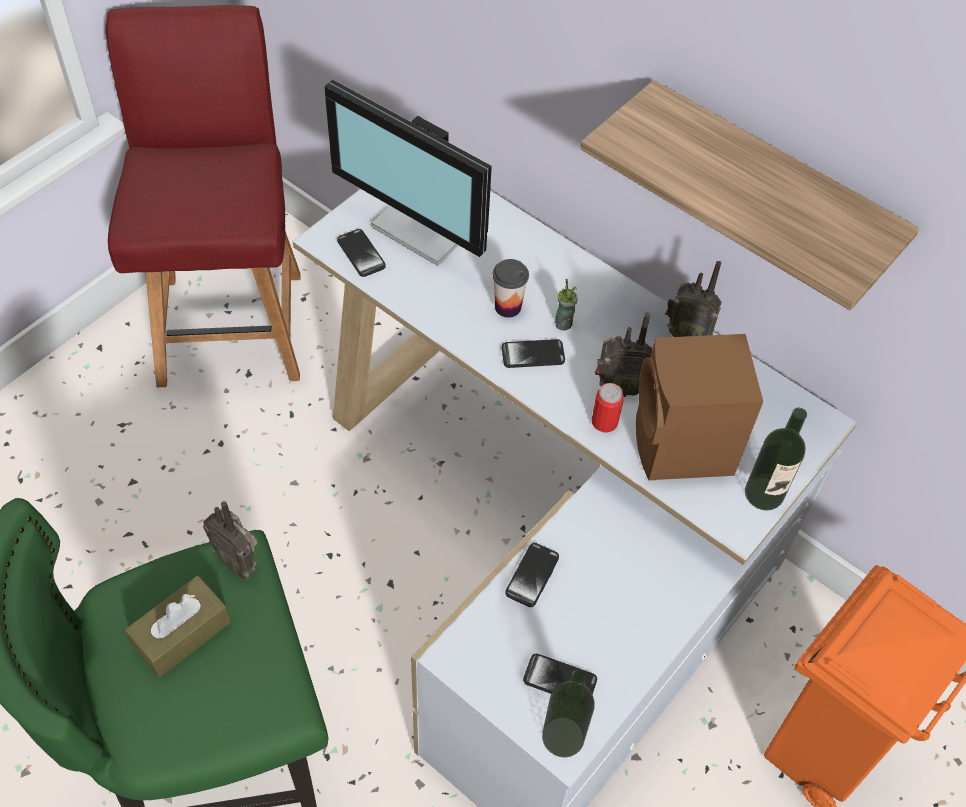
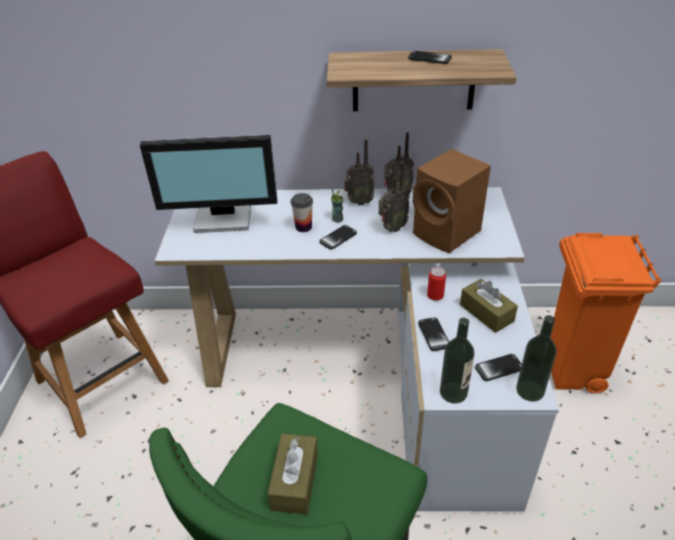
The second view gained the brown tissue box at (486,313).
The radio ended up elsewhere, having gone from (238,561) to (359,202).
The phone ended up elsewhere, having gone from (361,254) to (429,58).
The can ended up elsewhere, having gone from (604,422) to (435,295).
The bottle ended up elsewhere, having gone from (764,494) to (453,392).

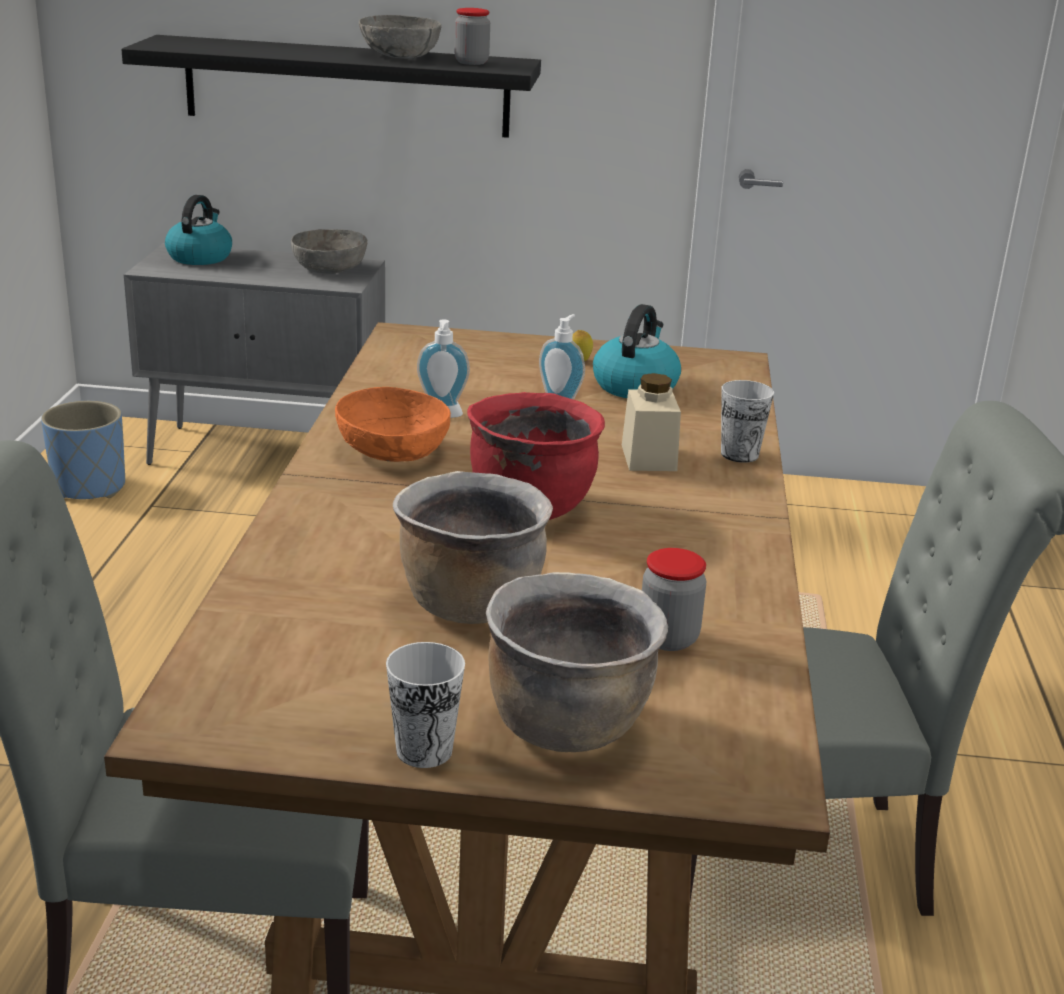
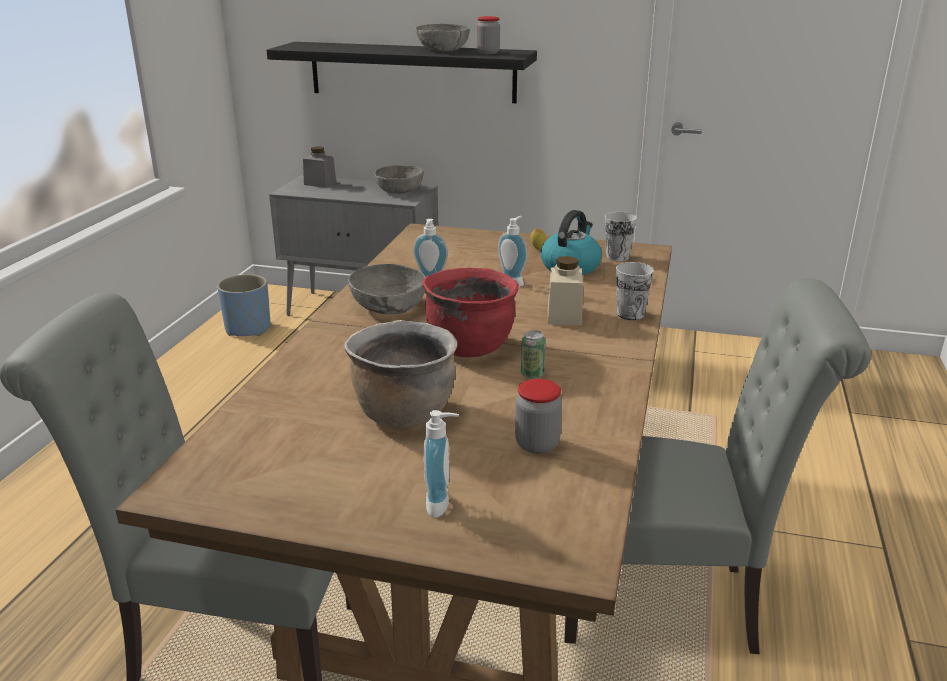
The second view gained the can at (532,374).
The cup ended up elsewhere, having gone from (424,750) to (617,257).
Where the kettle stood at (200,257), the grey jar came to stand at (320,183).
Where the brown cooking pot stood at (568,724), the soap dispenser came to stand at (442,504).
What was the orange bowl at (393,451) turned into the grey bowl at (388,307).

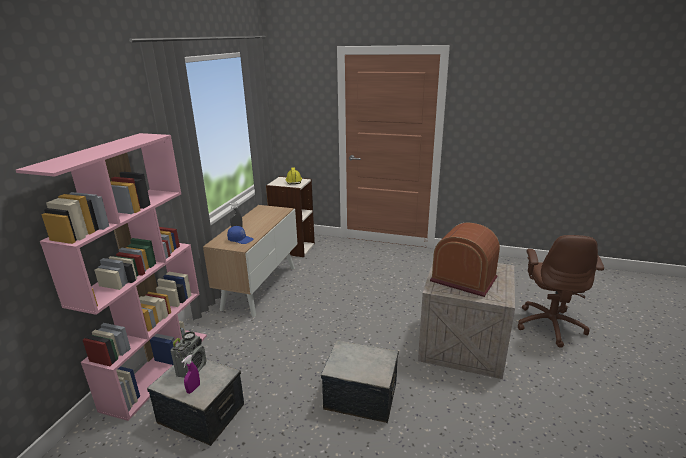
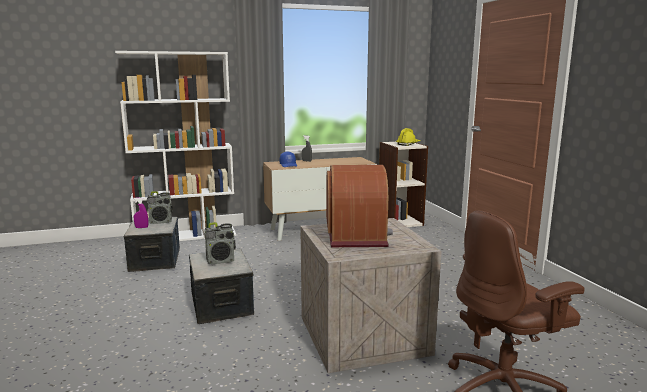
The second view gained the radio at (221,261).
What was the pink bookcase at (158,369) turned into the white bookcase at (187,235).

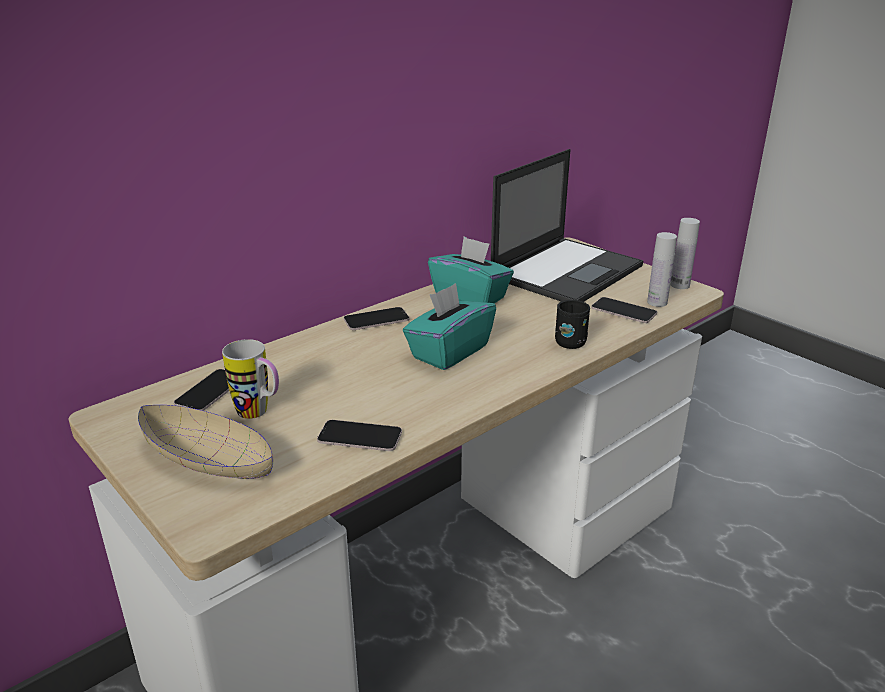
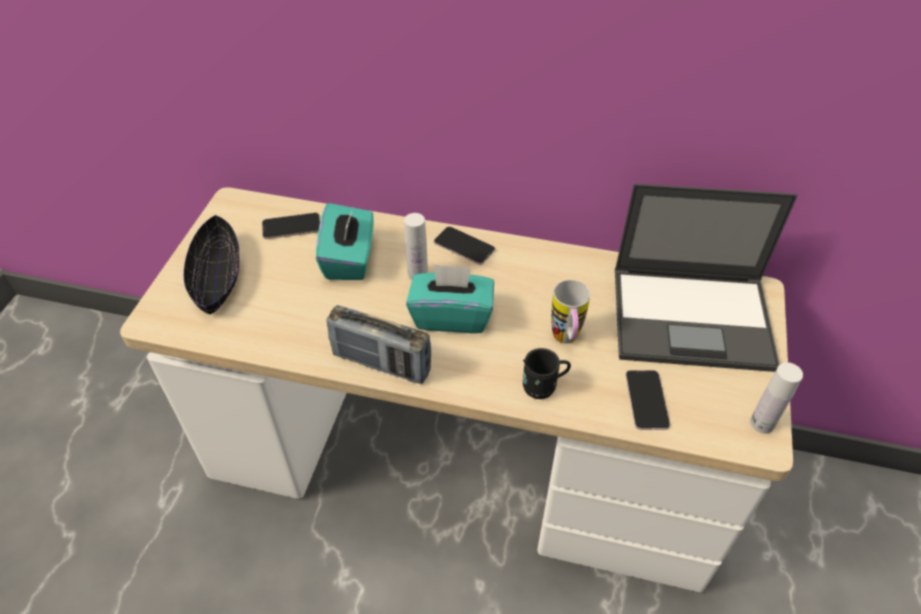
The second view lost the phone at (360,437).
The second view gained the radio at (381,363).
The mug ended up elsewhere, having gone from (259,414) to (566,340).
The turquoise tissue box ended up elsewhere, having gone from (470,296) to (349,259).
The white bottle ended up elsewhere, having gone from (657,302) to (417,274).
What was the beige bowl at (209,459) turned into the black bowl at (216,276).

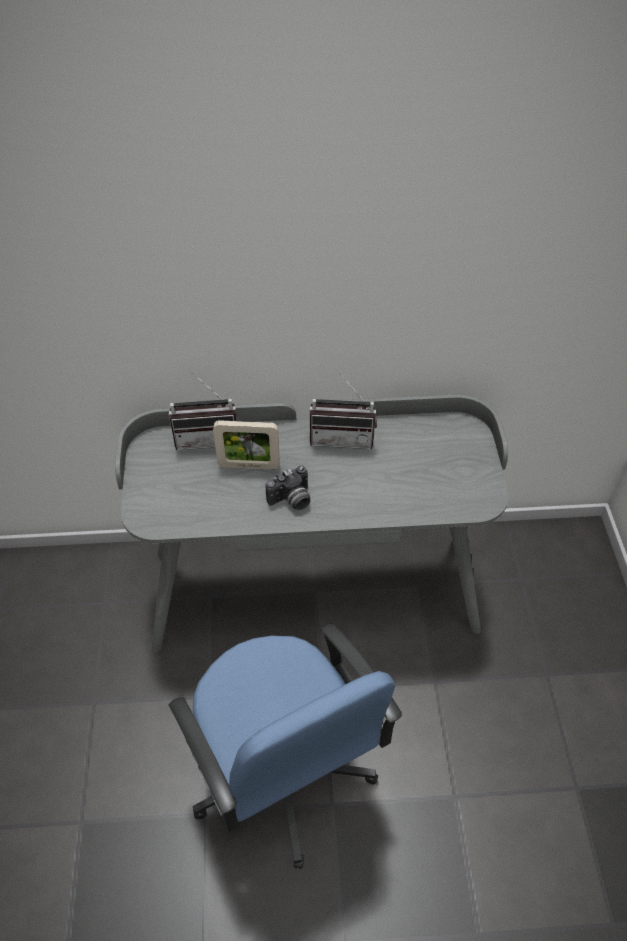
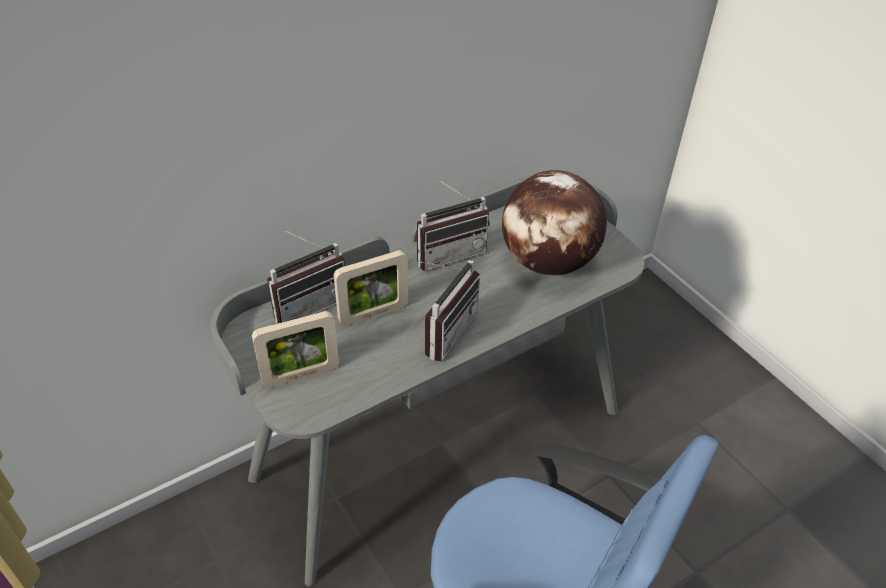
The second view gained the picture frame at (301,375).
The second view gained the globe at (548,262).
Where the photo camera stood at (291,500), the radio came to stand at (443,330).

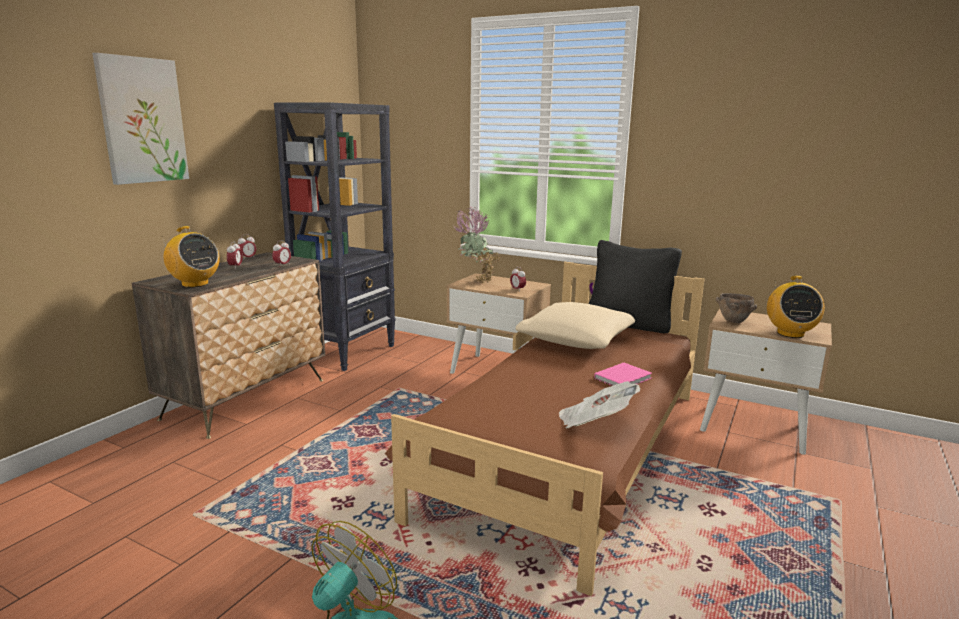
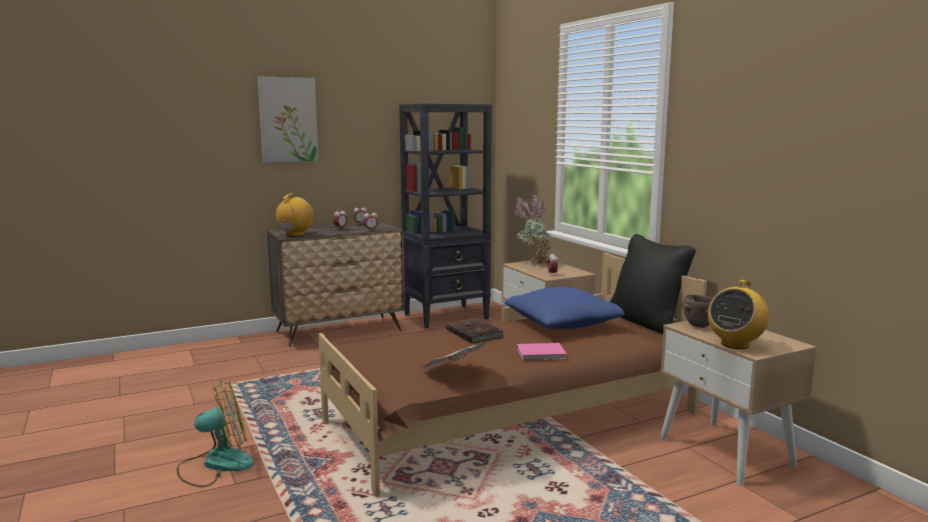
The second view gained the brown book at (474,333).
What was the beige pillow at (576,340) turned into the blue pillow at (562,324).
The radio at (195,284) ended up facing another way, 135 degrees counterclockwise from before.

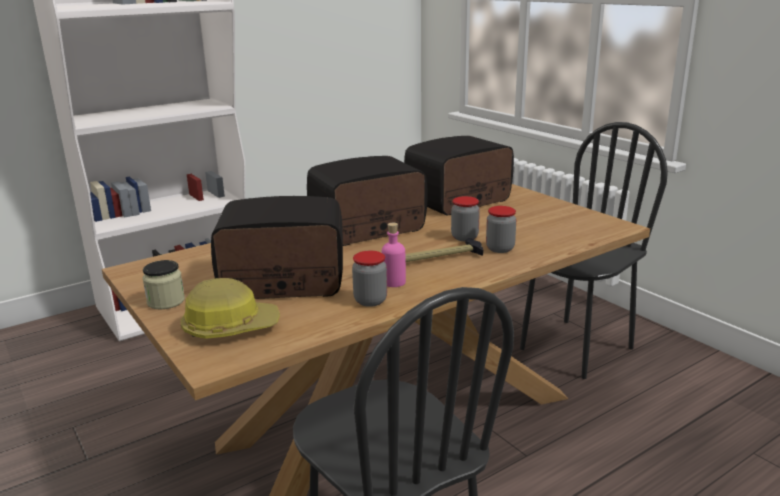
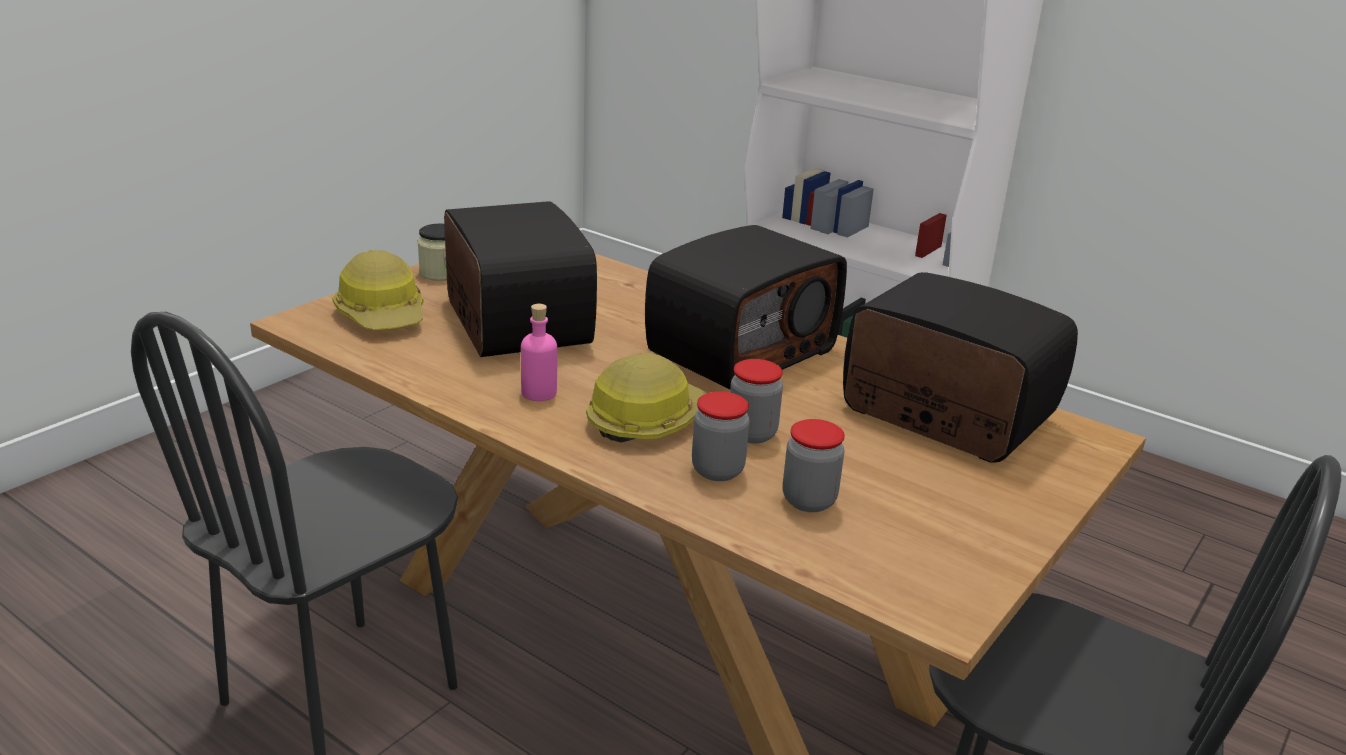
The jar ended up elsewhere, having gone from (370,301) to (809,500).
Where the hammer stood at (441,258), the hard hat came to stand at (647,420).
The radio at (367,228) ended up facing another way, 90 degrees clockwise from before.

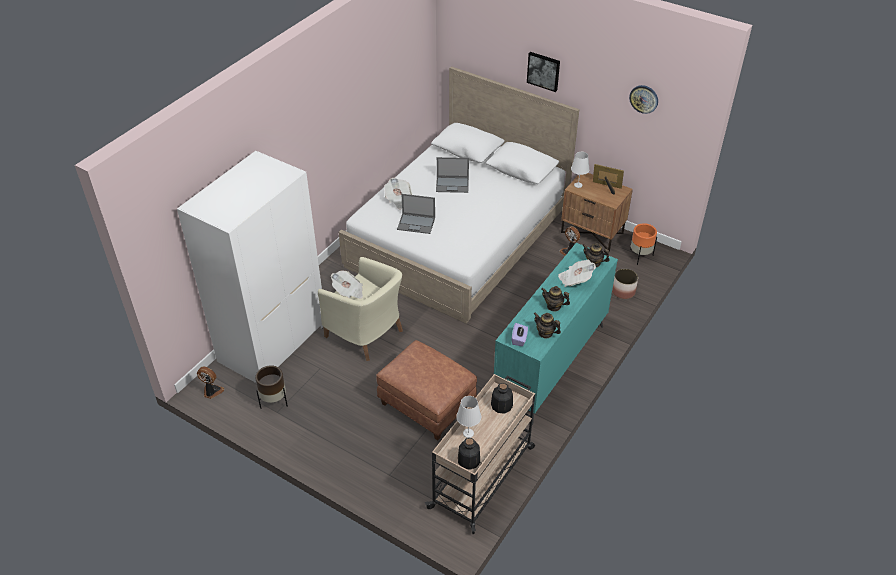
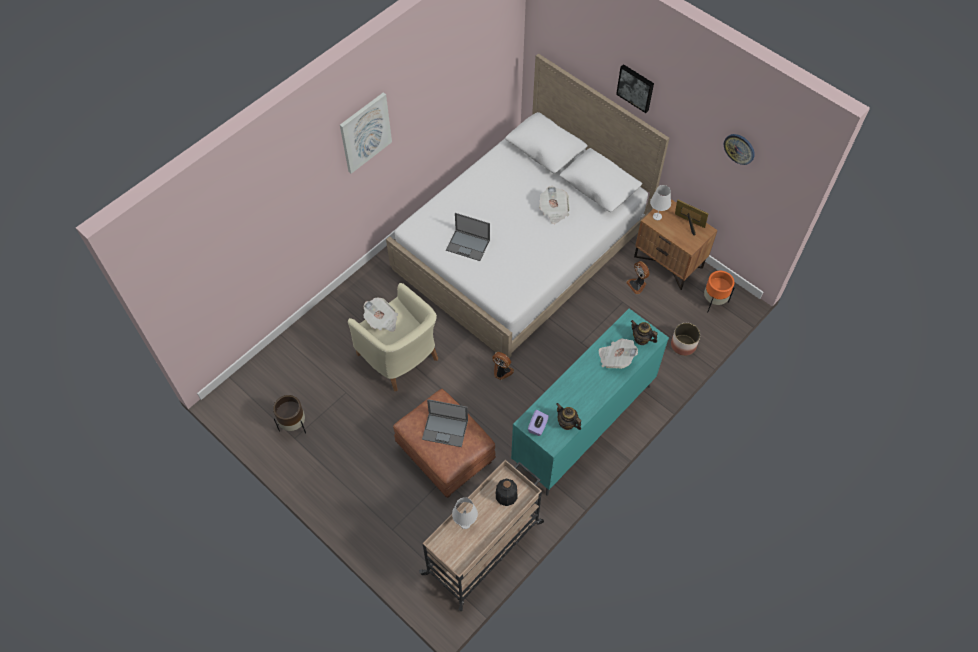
The second view lost the white wardrobe at (272,341).
The second view lost the bottle at (468,460).
The second view lost the teapot at (554,306).
The second view gained the picture at (365,132).
The fan ended up elsewhere, having gone from (212,392) to (501,372).
The newspaper ended up elsewhere, having gone from (399,200) to (554,210).
The laptop ended up elsewhere, having gone from (452,184) to (445,429).

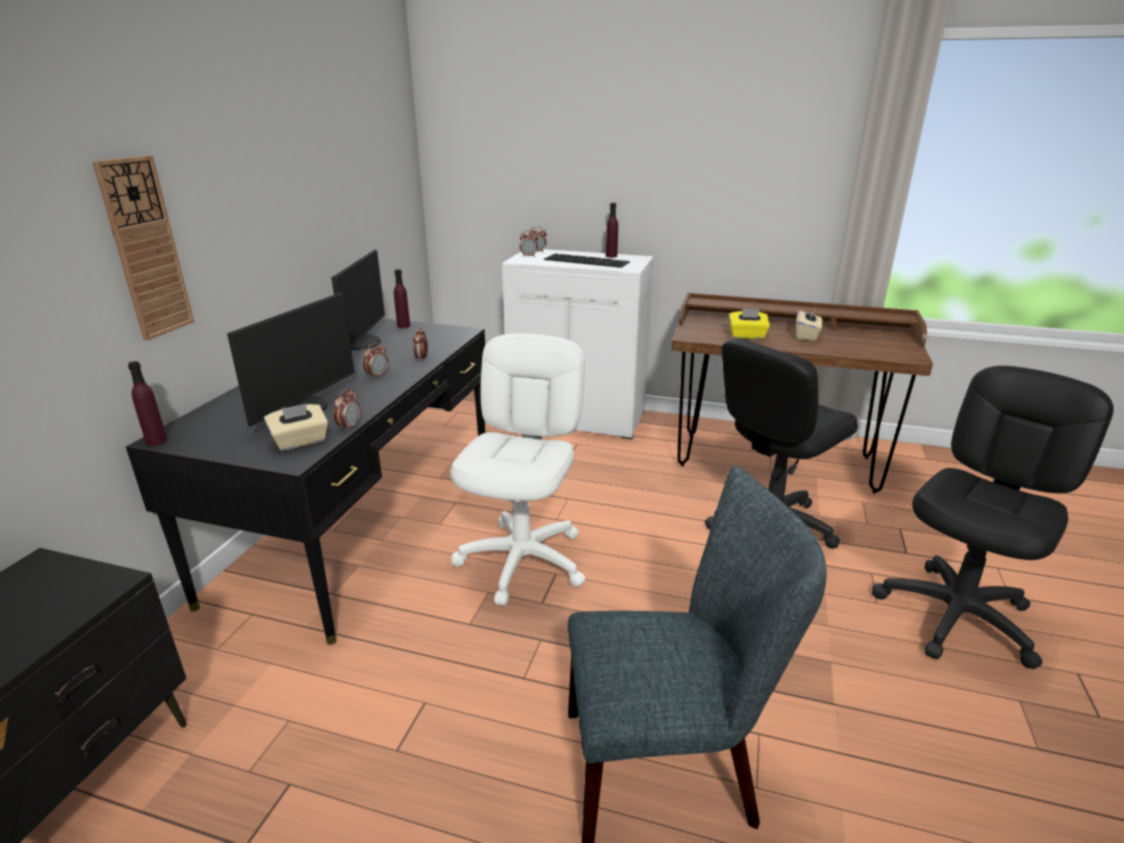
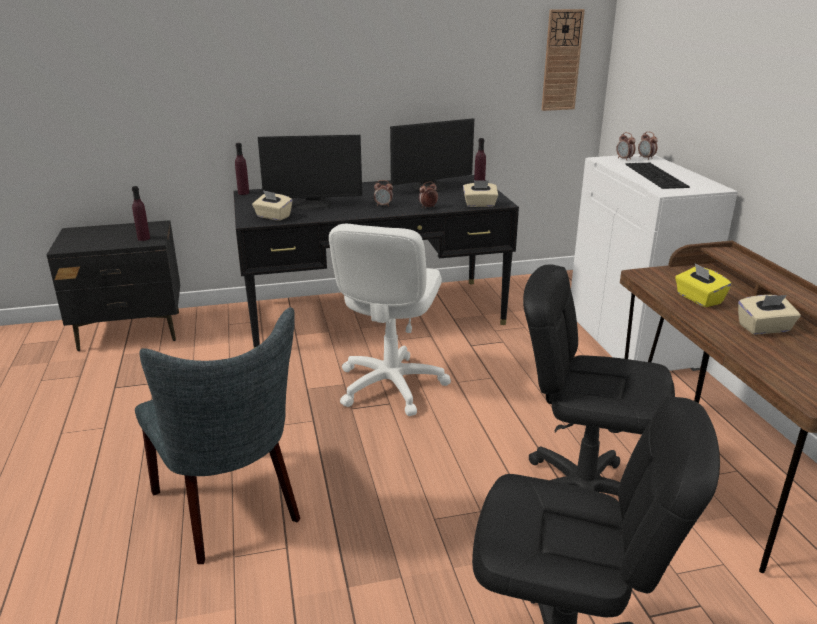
The second view lost the alarm clock at (349,426).
The second view gained the beige tissue box at (479,204).
The wall clock ended up elsewhere, having gone from (145,249) to (561,60).
The purple bottle ended up elsewhere, having gone from (611,256) to (143,238).
The white office chair at (523,561) ended up facing another way, 120 degrees clockwise from before.

